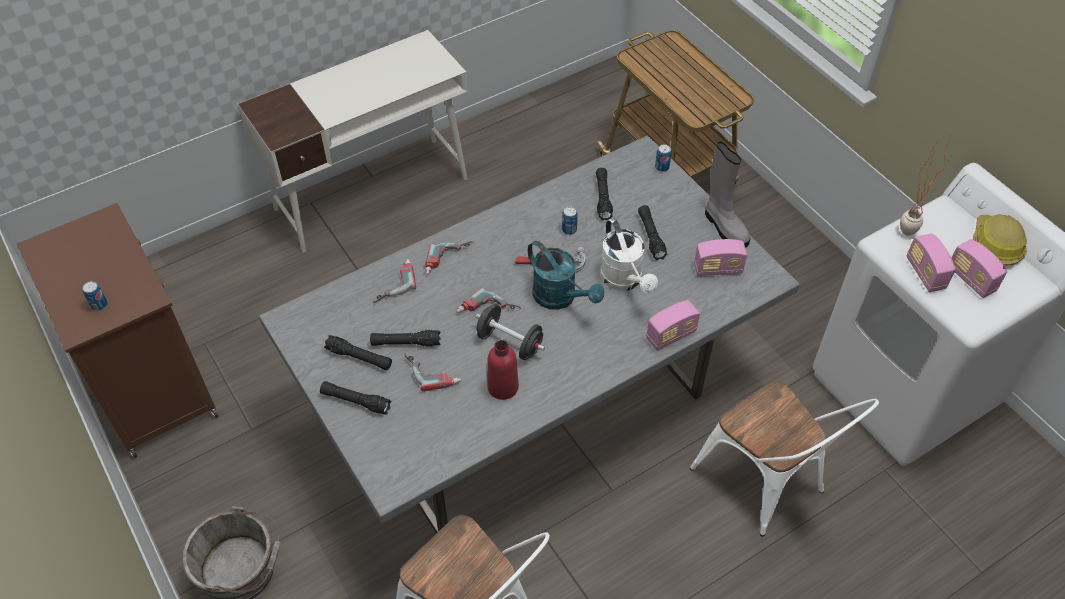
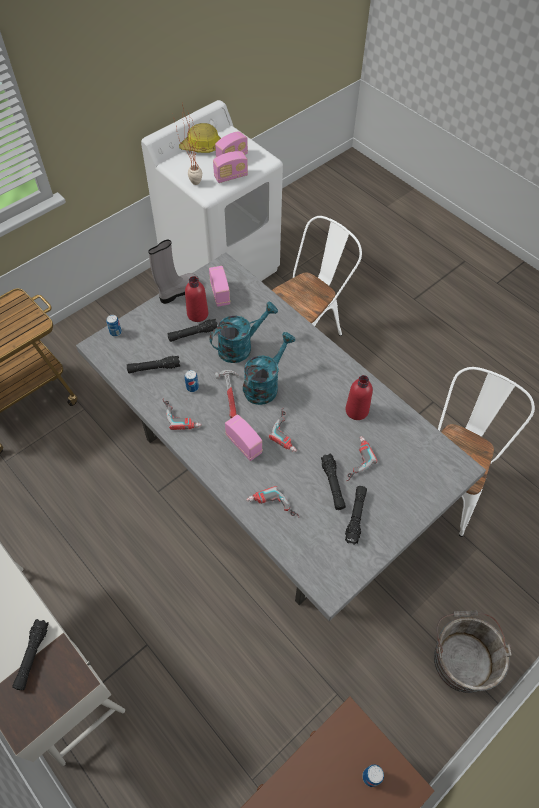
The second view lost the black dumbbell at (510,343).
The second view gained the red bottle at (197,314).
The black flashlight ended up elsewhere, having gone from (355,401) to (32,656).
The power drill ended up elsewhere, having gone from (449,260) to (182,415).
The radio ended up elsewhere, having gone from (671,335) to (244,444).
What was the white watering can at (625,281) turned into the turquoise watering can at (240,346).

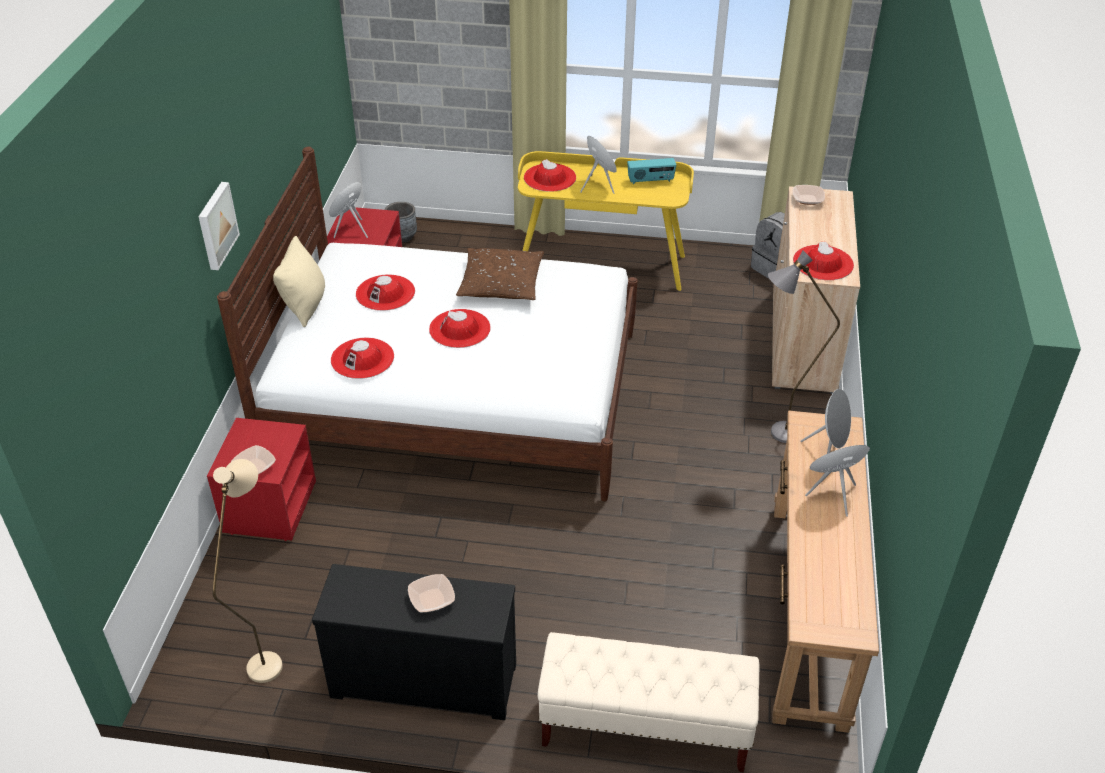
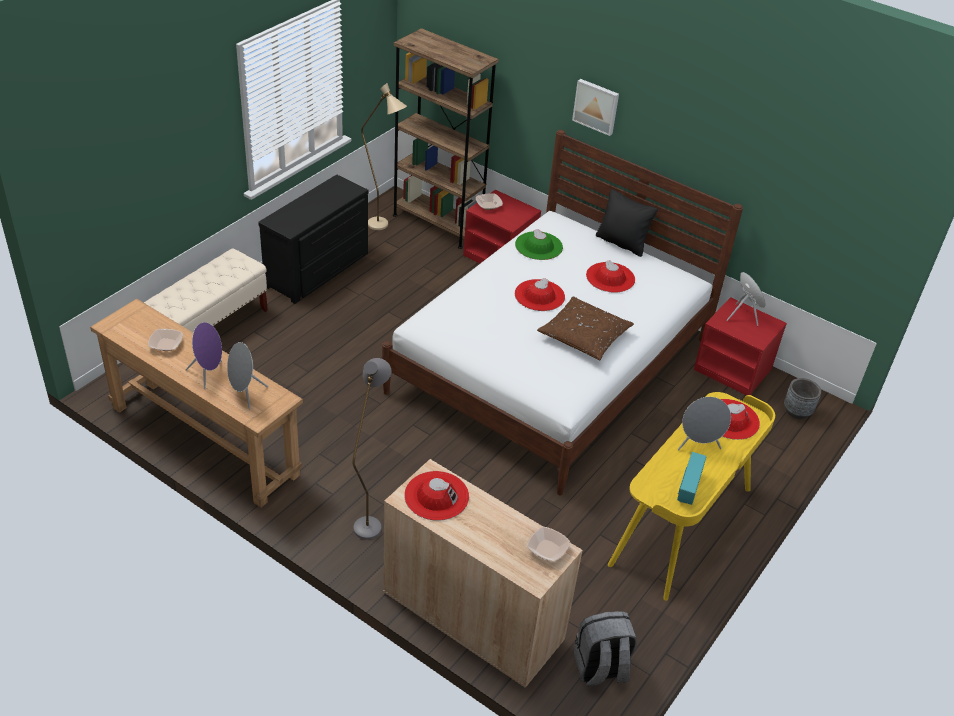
The second view gained the brown bookcase at (437,223).
The bowl ended up elsewhere, having gone from (432,599) to (166,344).
What was the beige pillow at (305,306) turned into the black pillow at (622,243).
What was the red hat at (362,358) turned into the green hat at (538,246).

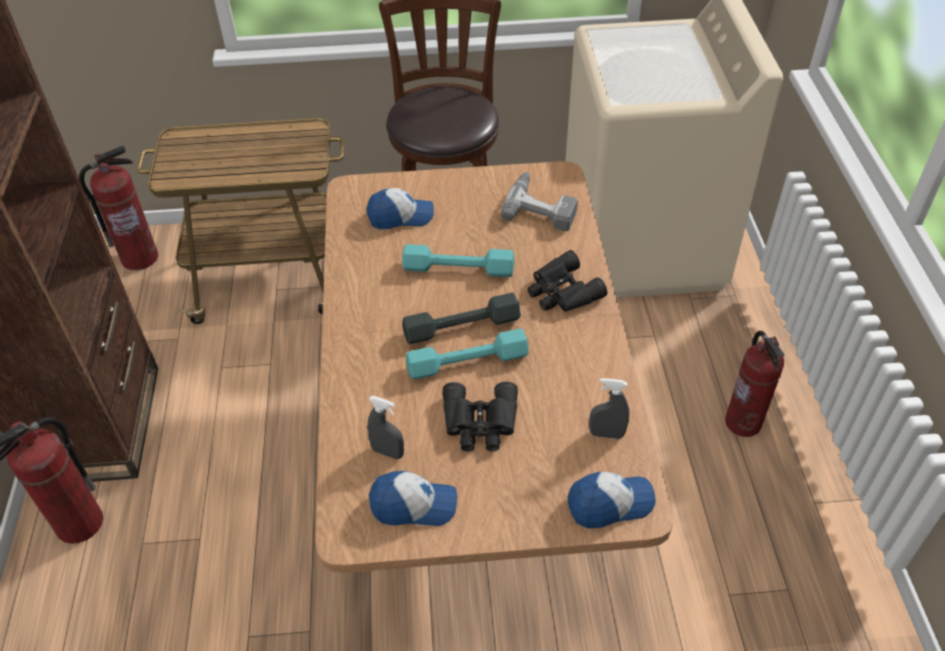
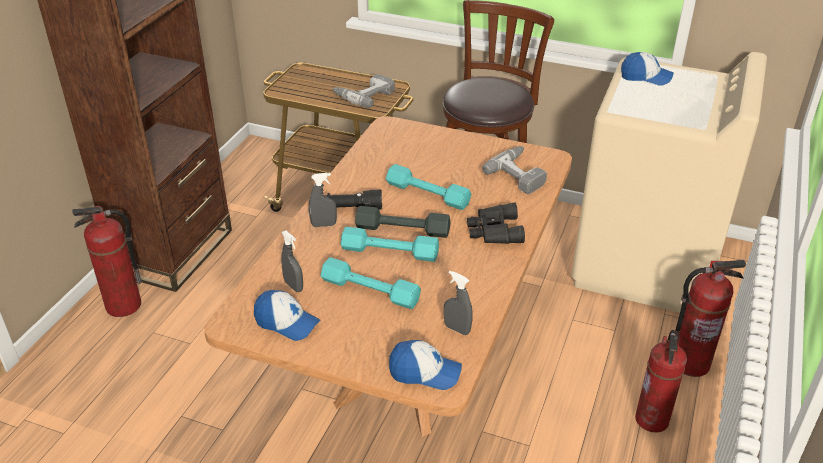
The second view gained the grey spray bottle at (324,225).
The second view gained the black flashlight at (347,208).
The second view gained the power drill at (364,95).
The fire extinguisher ended up elsewhere, having gone from (140,258) to (690,363).
The cap ended up elsewhere, having gone from (401,216) to (645,77).
Where the black binoculars stood at (480,423), the turquoise dumbbell came to stand at (370,291).

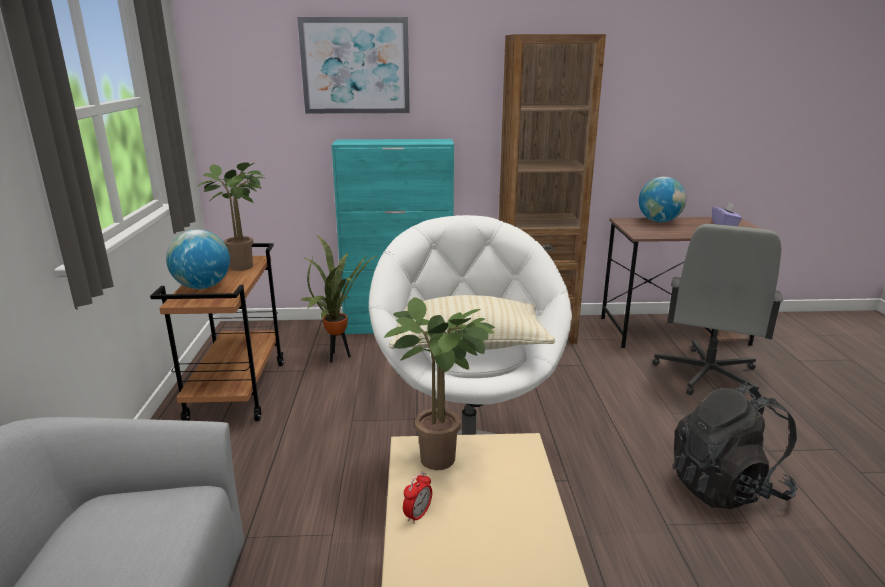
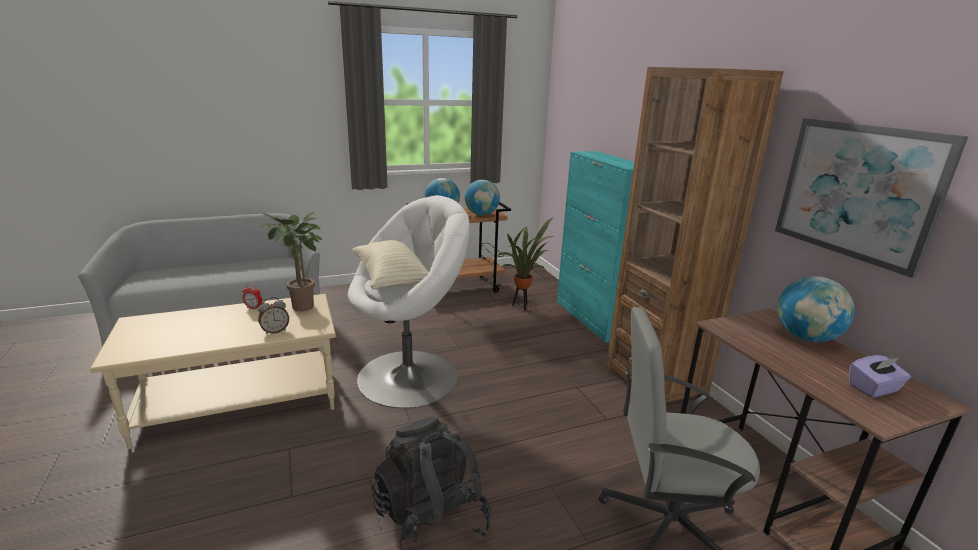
The second view gained the alarm clock at (275,331).
The picture ended up elsewhere, having gone from (355,66) to (857,191).
Where the potted plant stood at (246,266), the globe came to stand at (481,214).

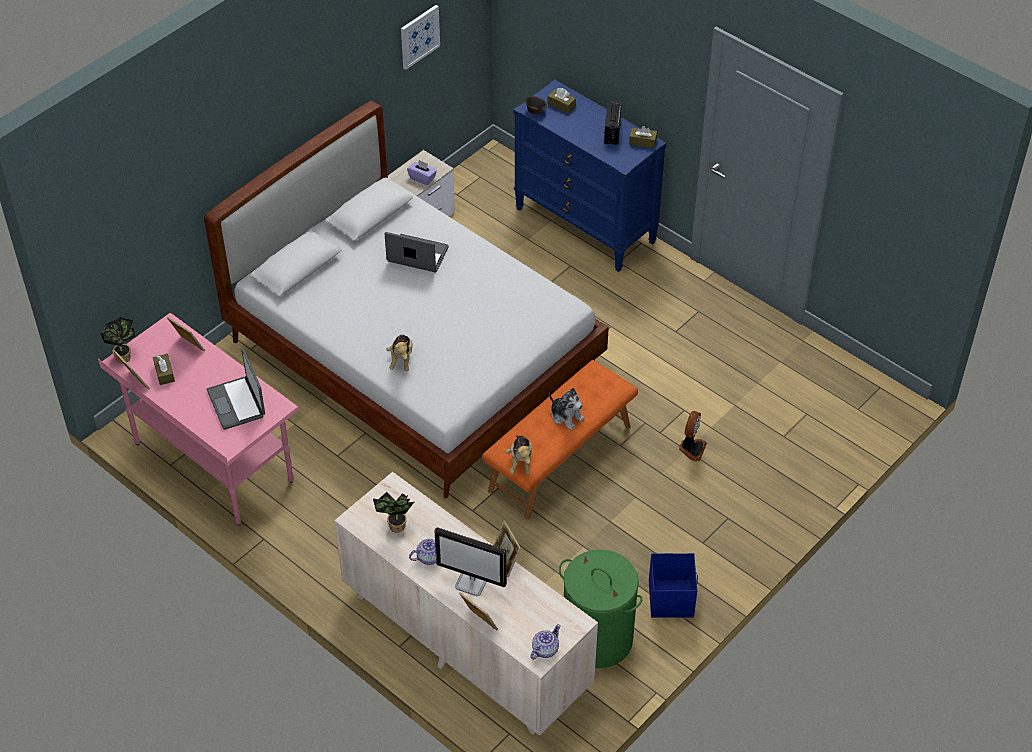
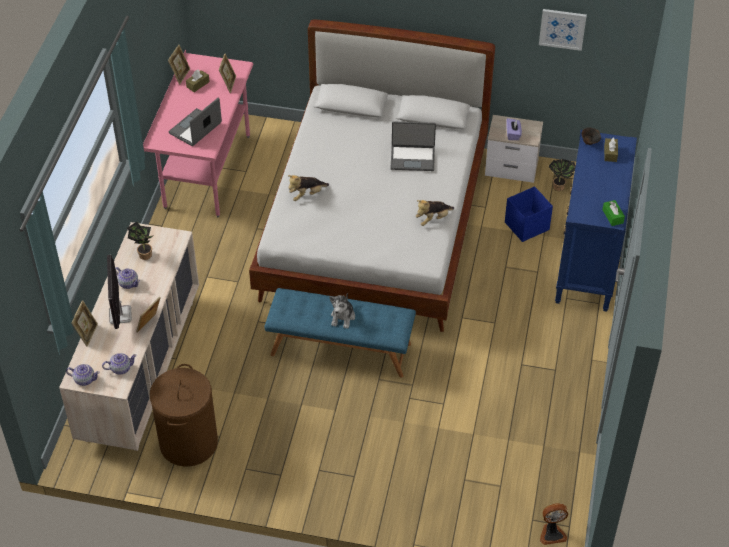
The second view lost the radio at (612,132).
The second view gained the teapot at (120,368).
The potted plant ended up elsewhere, having gone from (123,356) to (560,186).
The plush toy ended up elsewhere, having gone from (520,461) to (433,219).
The blue storage box ended up elsewhere, having gone from (671,598) to (527,226).
The fan ended up elsewhere, having gone from (691,448) to (552,533).
What was the orange bench at (559,457) turned into the blue bench at (341,348).
What was the green laundry basket at (597,639) turned into the brown laundry basket at (188,442).
What was the brown tissue box at (642,142) turned into the green tissue box at (612,216).
The laptop at (417,256) ended up facing another way, 105 degrees clockwise from before.

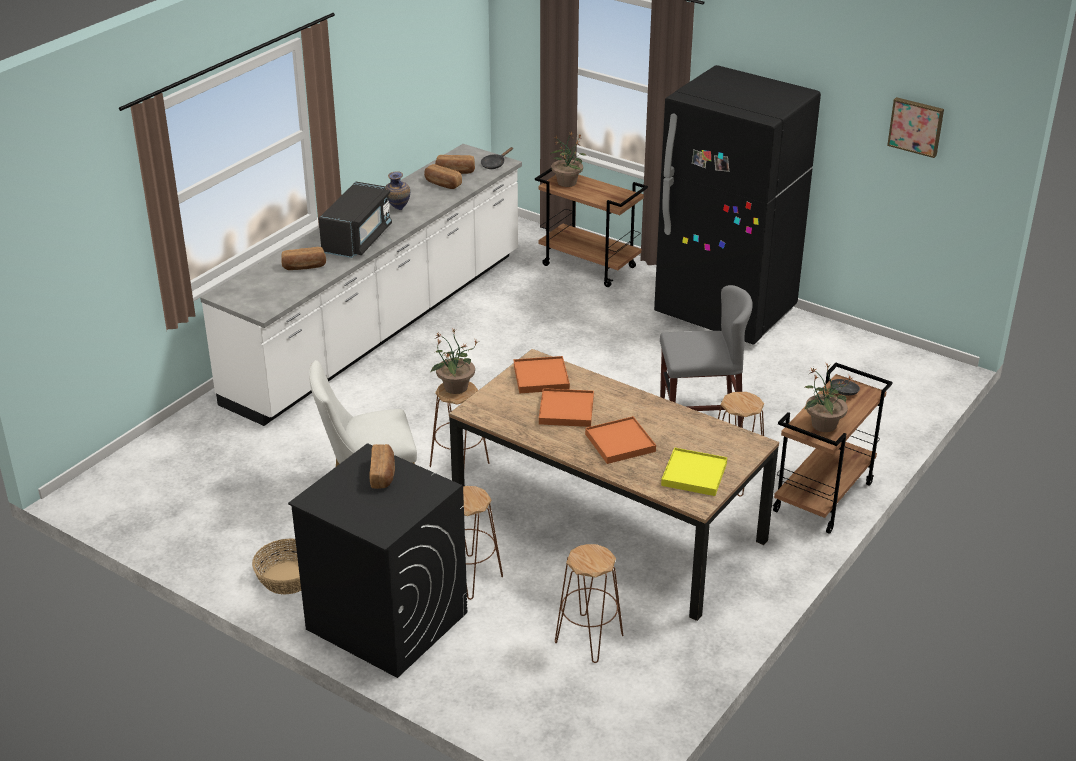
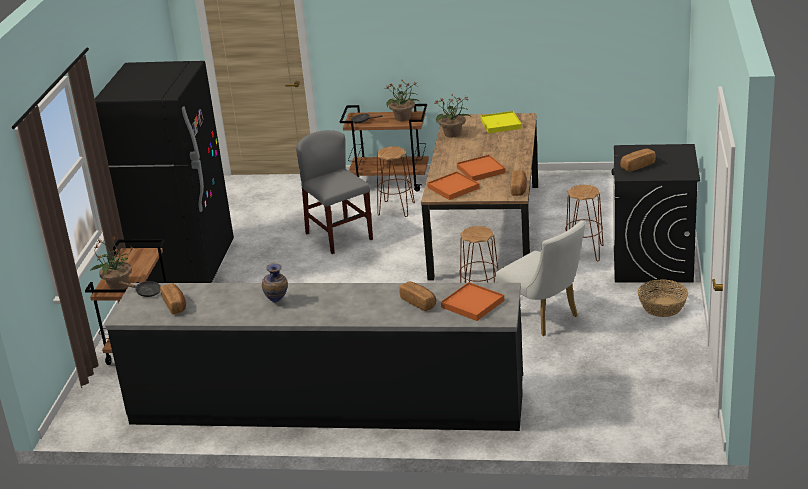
The second view lost the black microwave at (357,239).
The second view lost the brown stool at (588,638).
The second view lost the picture at (916,126).
The bread ended up elsewhere, having gone from (442,184) to (519,189).
The potted plant ended up elsewhere, having gone from (455,387) to (453,134).
The orange tray ended up elsewhere, having gone from (620,443) to (472,304).
What was the white counter at (380,327) turned into the black counter at (326,404).

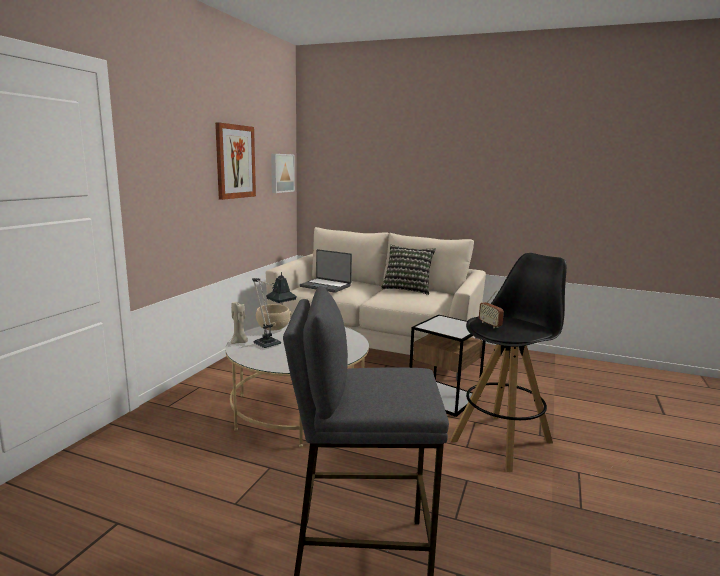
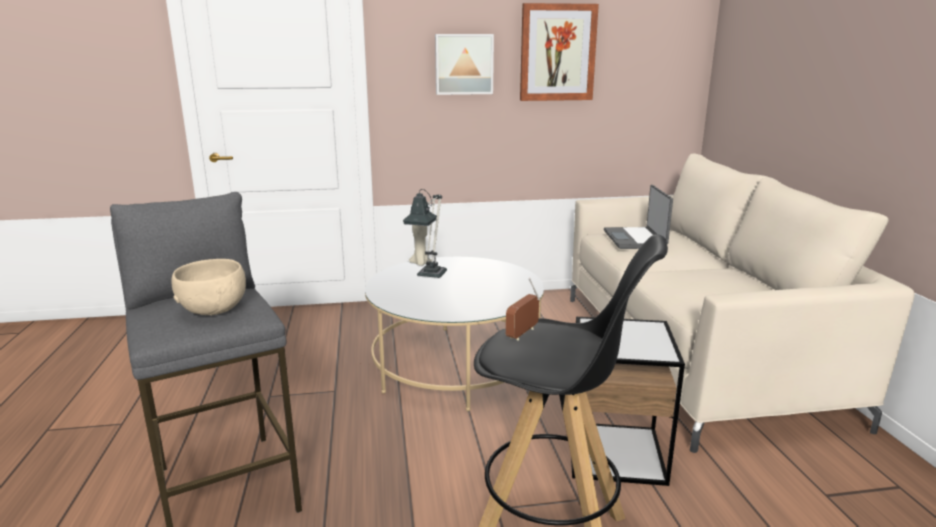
The second view lost the pillow at (407,289).
The beige bowl ended up elsewhere, having gone from (273,328) to (214,310).
The picture ended up elsewhere, having gone from (281,173) to (464,64).

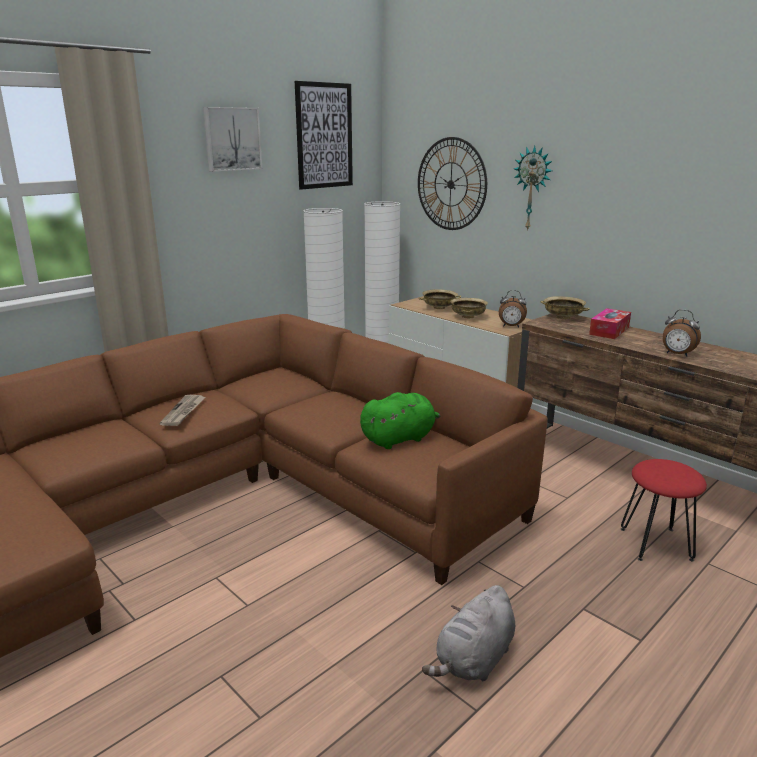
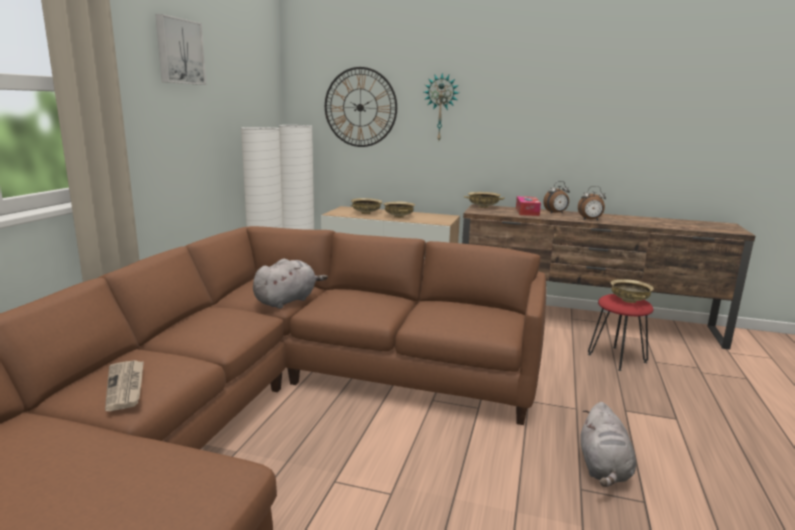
The second view lost the picture at (324,136).
The second view lost the green plush toy at (400,438).
The second view gained the grey plush toy at (287,300).
The second view gained the beige bowl at (629,300).
The newspaper ended up elsewhere, having gone from (184,412) to (126,386).
The alarm clock ended up elsewhere, having gone from (511,326) to (556,213).

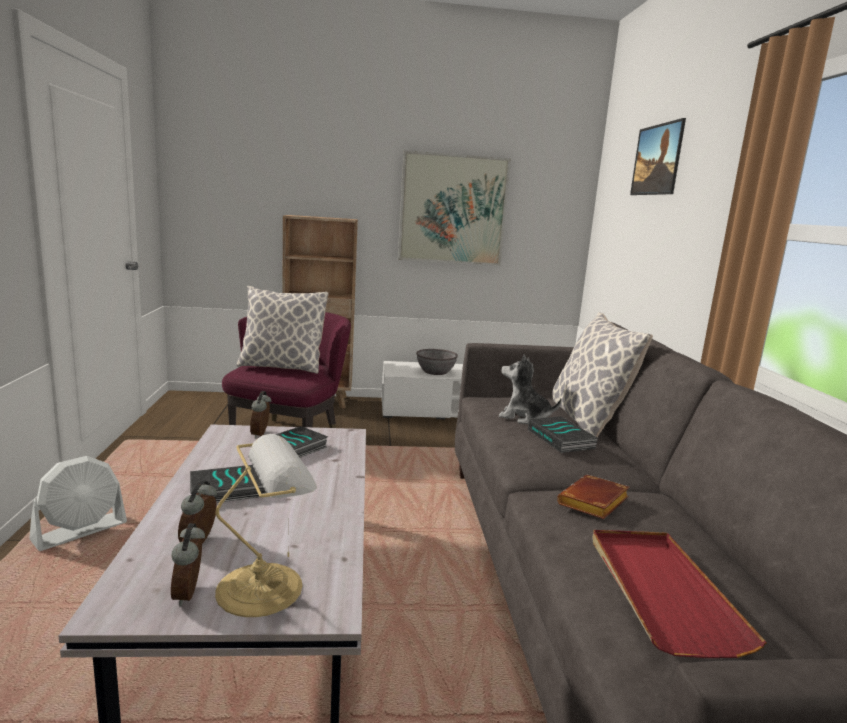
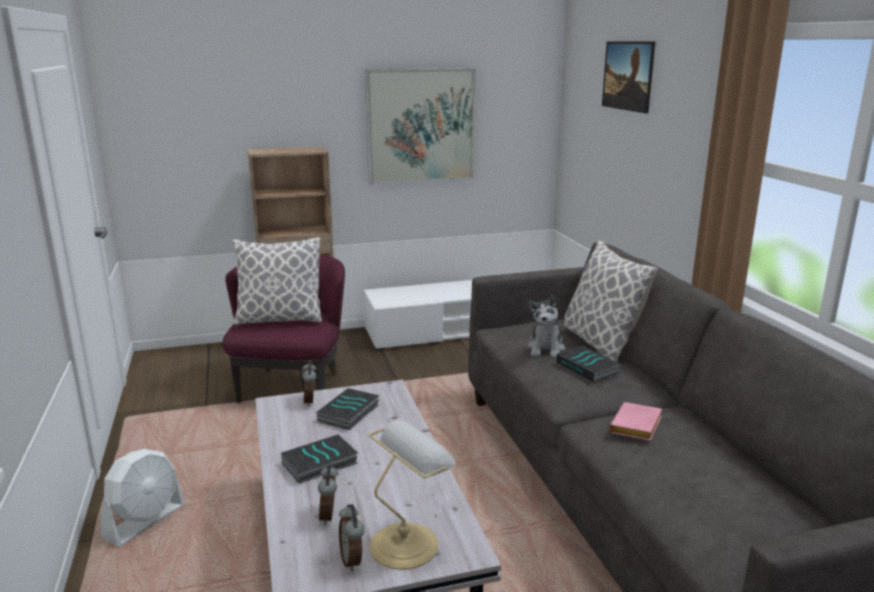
The second view lost the grey bowl at (435,372).
The second view lost the red tray at (661,591).
What was the brown book at (594,504) turned into the pink book at (637,427).
The plush toy at (524,417) ended up facing another way, 90 degrees counterclockwise from before.

